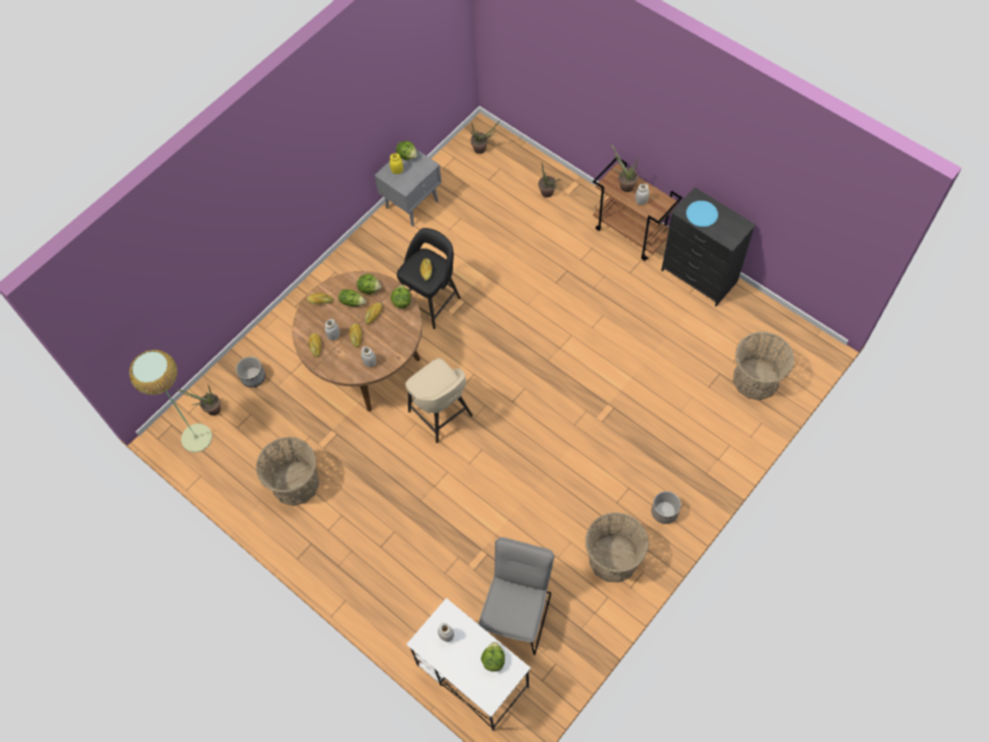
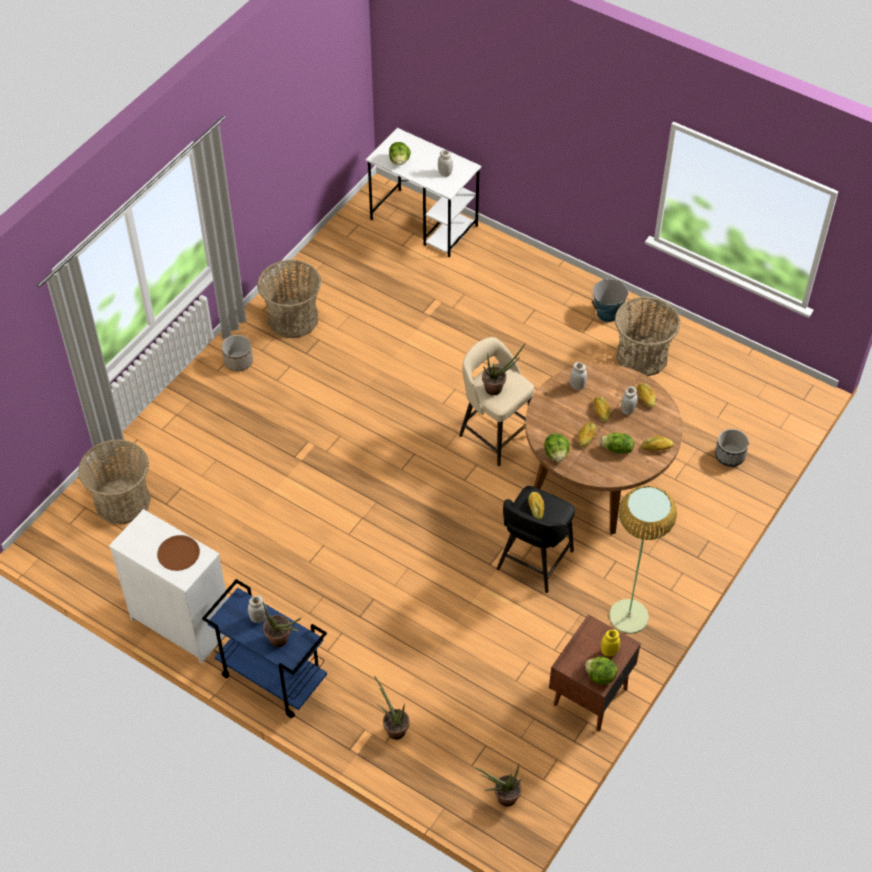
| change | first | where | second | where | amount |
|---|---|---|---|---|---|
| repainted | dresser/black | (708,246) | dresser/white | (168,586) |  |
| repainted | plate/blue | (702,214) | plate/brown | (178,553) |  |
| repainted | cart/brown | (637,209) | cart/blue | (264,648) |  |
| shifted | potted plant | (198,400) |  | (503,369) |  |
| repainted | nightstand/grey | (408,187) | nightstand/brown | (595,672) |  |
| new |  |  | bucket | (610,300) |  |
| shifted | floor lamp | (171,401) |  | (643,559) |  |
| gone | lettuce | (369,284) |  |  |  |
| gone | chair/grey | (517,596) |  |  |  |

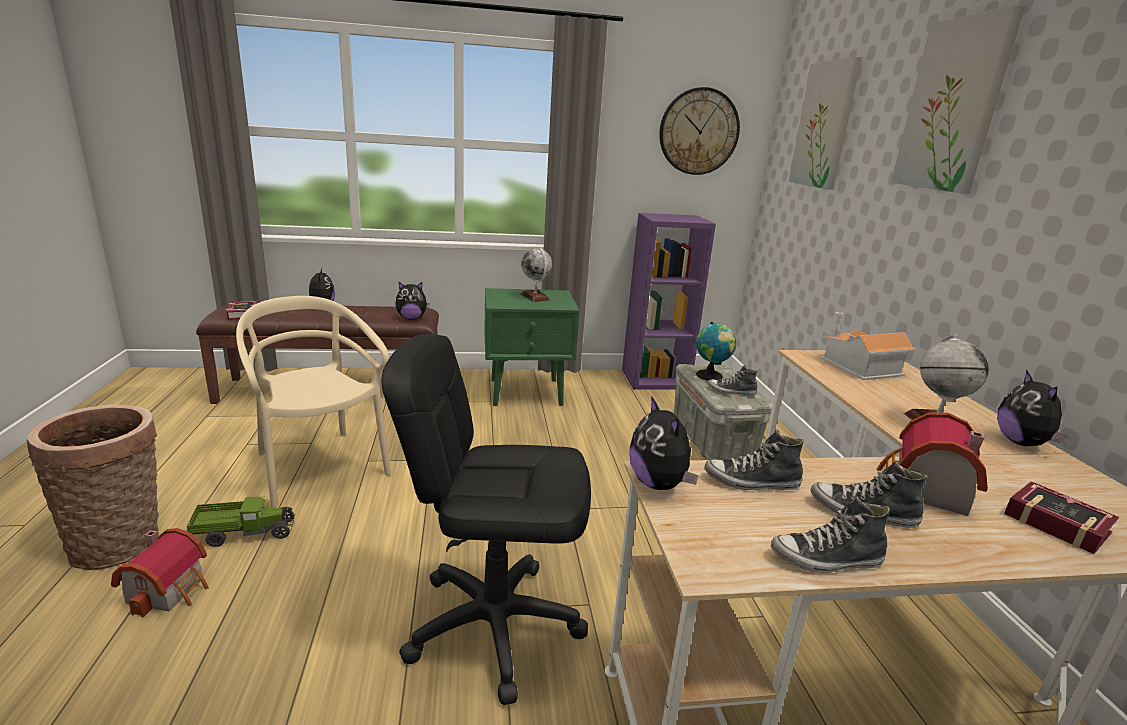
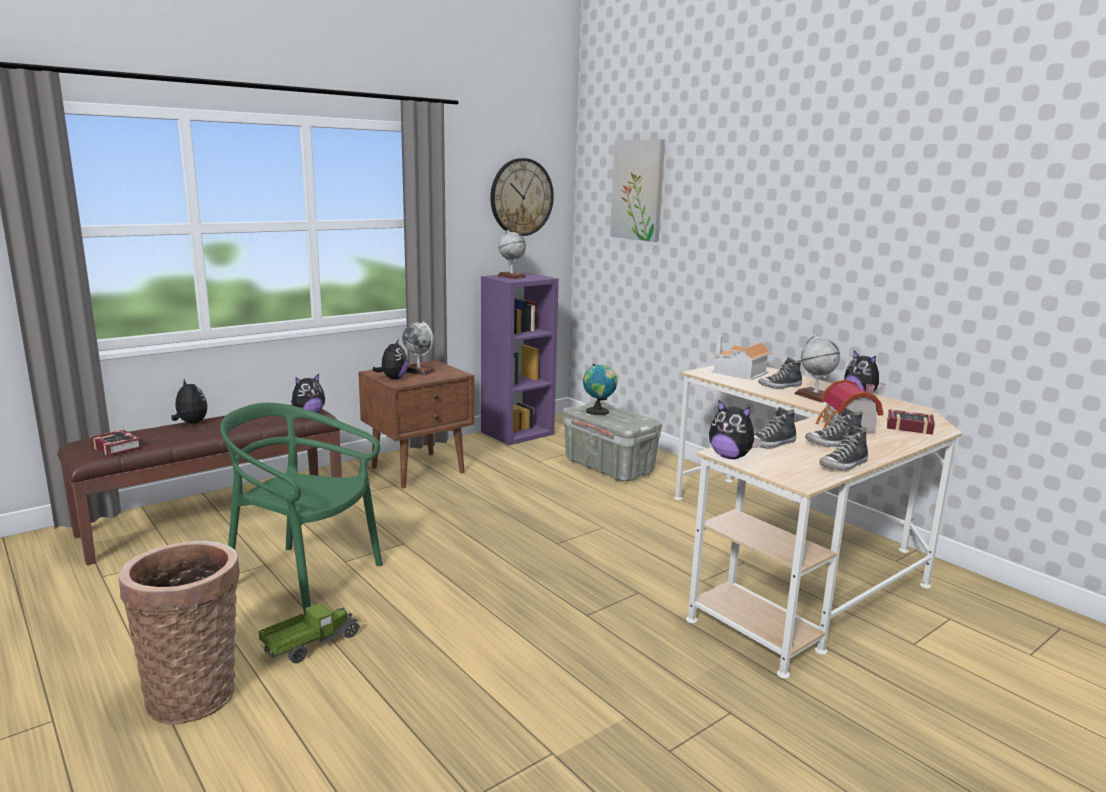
| change | first | where | second | where | amount |
|---|---|---|---|---|---|
| repainted | chair/beige | (313,402) | chair/green | (301,509) |  |
| repainted | nightstand/green | (531,347) | nightstand/brown | (416,424) |  |
| new |  |  | plush toy | (390,359) |  |
| new |  |  | globe | (512,254) |  |
| shifted | shoe | (732,380) |  | (780,373) |  |
| gone | toy house | (160,572) |  |  |  |
| gone | office chair/black | (486,519) |  |  |  |
| gone | picture | (958,99) |  |  |  |

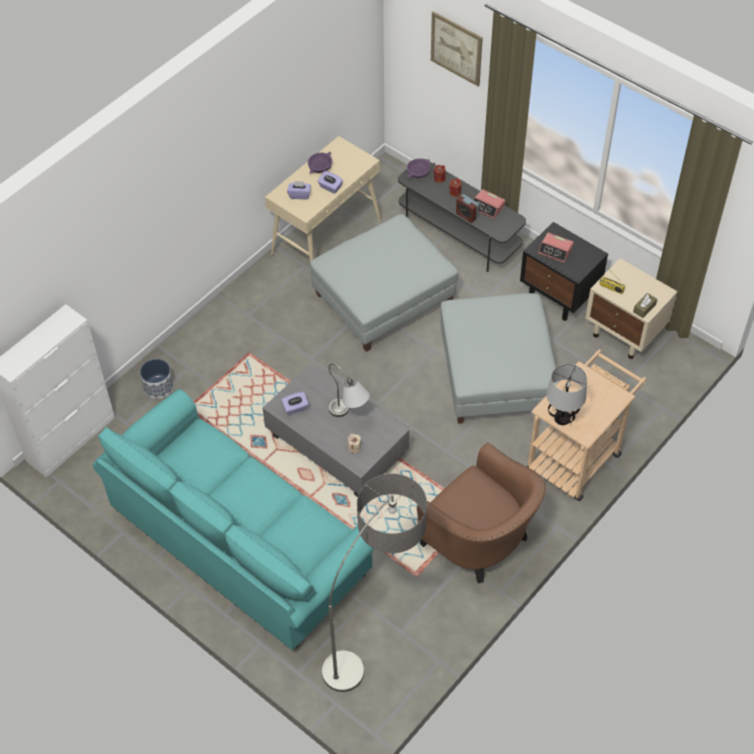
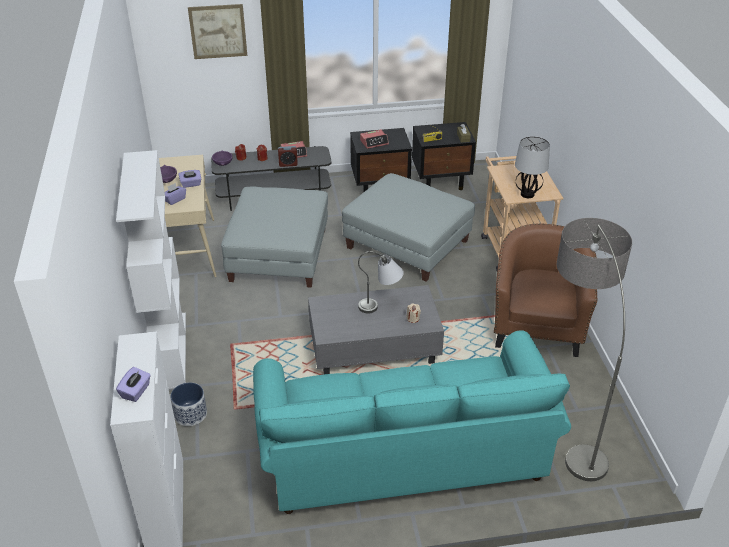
| change | first | where | second | where | amount |
|---|---|---|---|---|---|
| new |  |  | bookcase/white | (151,269) |  |
| shifted | tissue box/purple | (295,403) |  | (133,384) |  |
| repainted | nightstand/beige | (631,308) | nightstand/black | (444,156) |  |
| rotated | armchair/brown | (481,513) |  | (545,290) | 75 degrees counterclockwise |

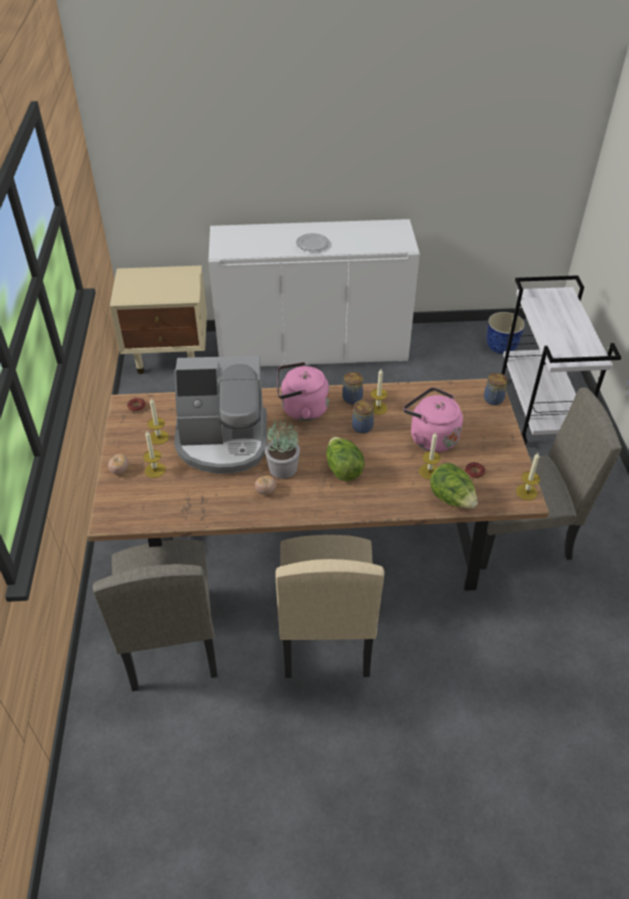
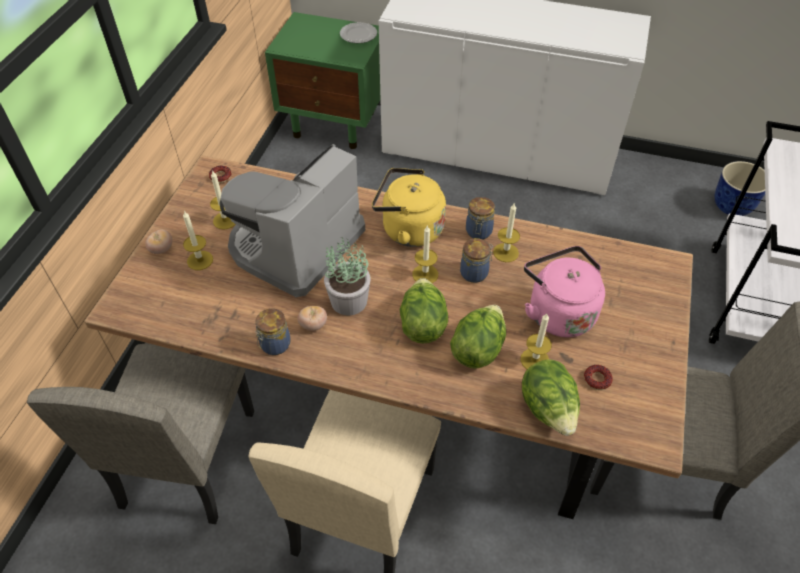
| change | first | where | second | where | amount |
|---|---|---|---|---|---|
| rotated | coffee machine | (220,415) |  | (292,220) | 105 degrees clockwise |
| shifted | jar | (496,389) |  | (272,331) |  |
| repainted | nightstand/beige | (158,319) | nightstand/green | (322,80) |  |
| shifted | plate | (312,242) |  | (358,32) |  |
| repainted | kettle/pink | (303,391) | kettle/yellow | (409,207) |  |
| shifted | candle | (528,476) |  | (425,254) |  |
| new |  |  | lettuce | (478,336) |  |

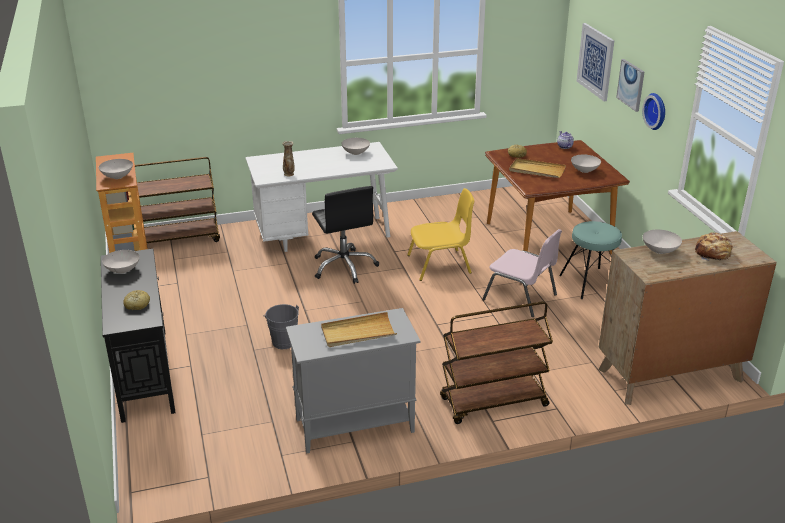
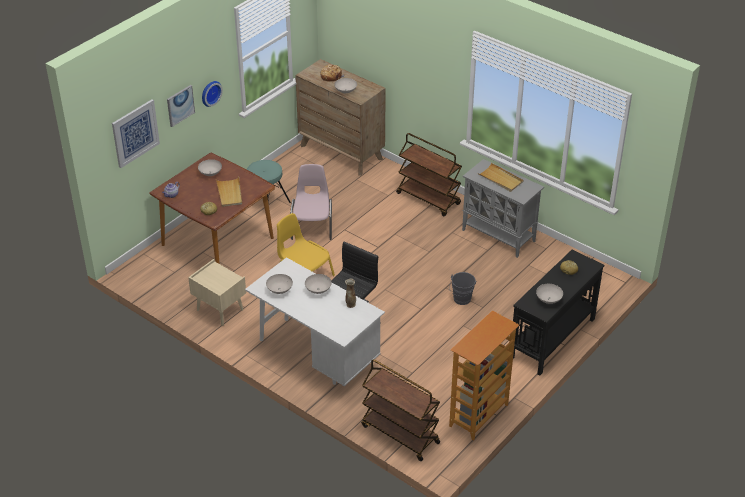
| change | first | where | second | where | amount |
|---|---|---|---|---|---|
| new |  |  | nightstand/beige | (217,292) |  |
| shifted | bowl/white | (116,169) |  | (318,284) |  |

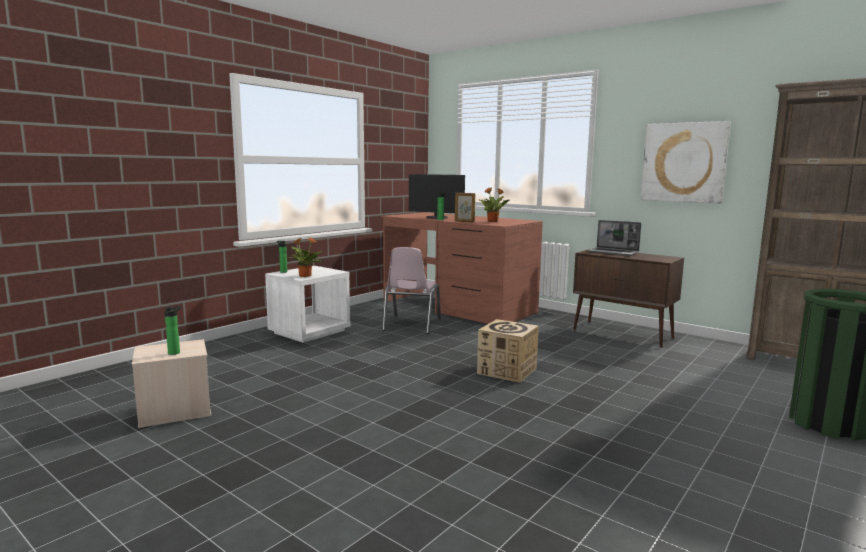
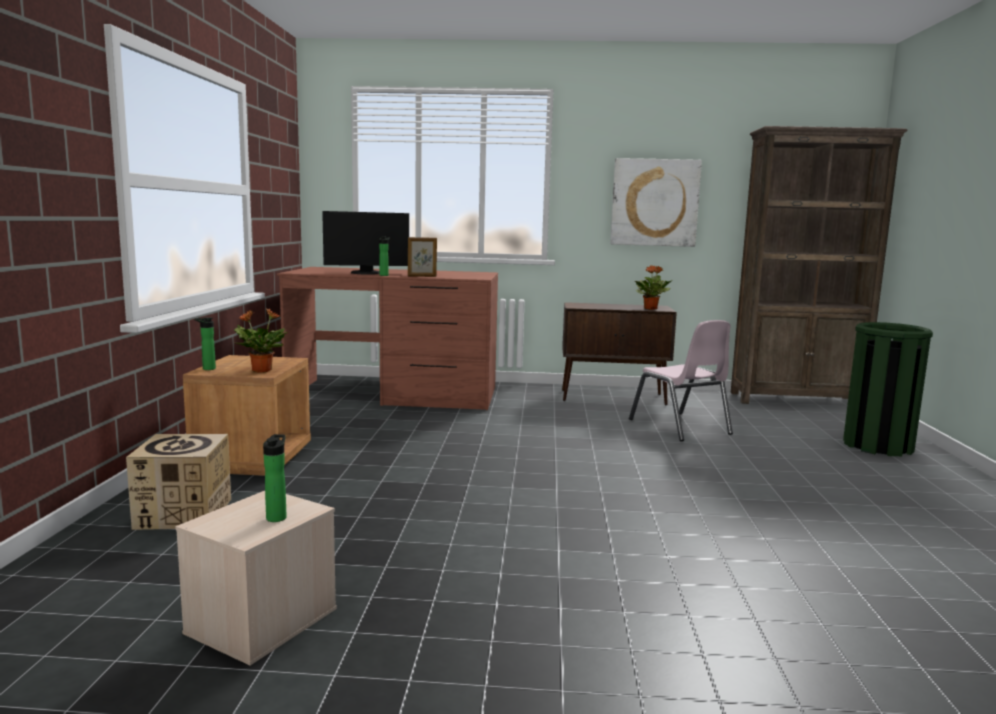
| change | first | where | second | where | amount |
|---|---|---|---|---|---|
| shifted | cardboard box | (508,351) |  | (178,482) |  |
| repainted | nightstand/white | (308,304) | nightstand/brown | (247,415) |  |
| shifted | chair/pink | (411,290) |  | (681,380) |  |
| shifted | potted plant | (493,204) |  | (653,287) |  |
| gone | laptop | (614,238) |  |  |  |

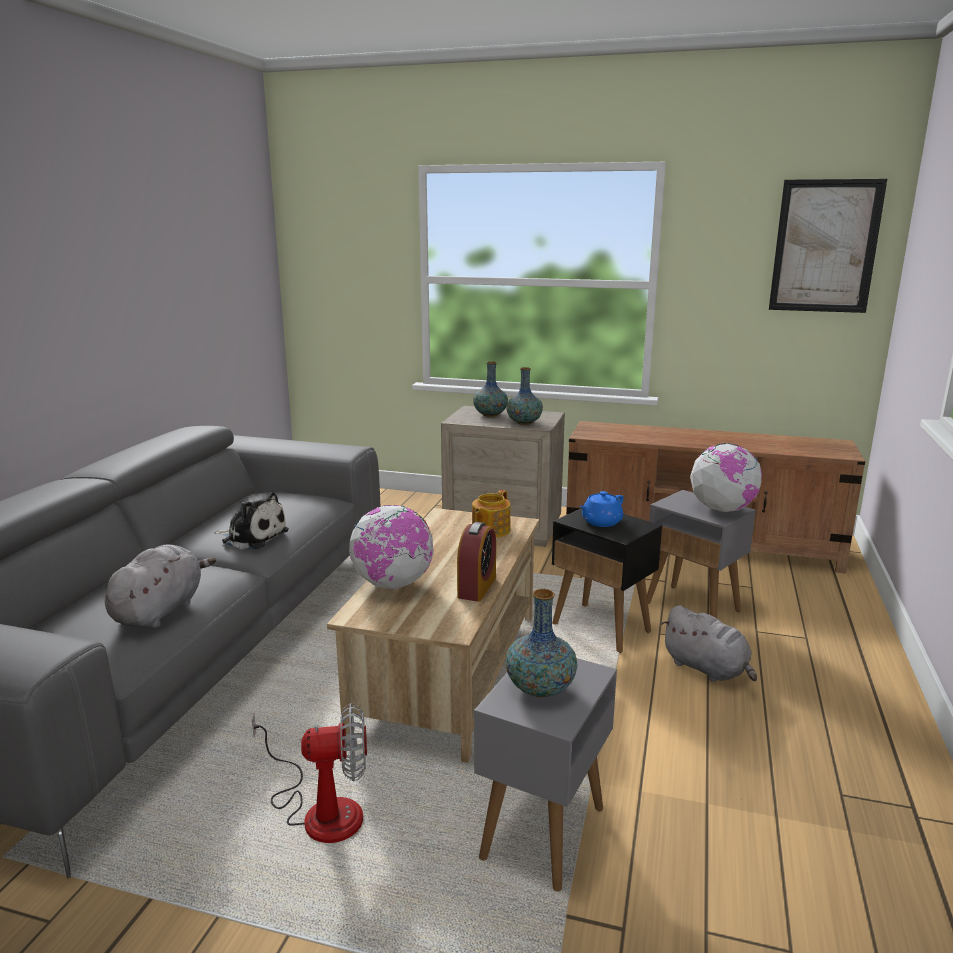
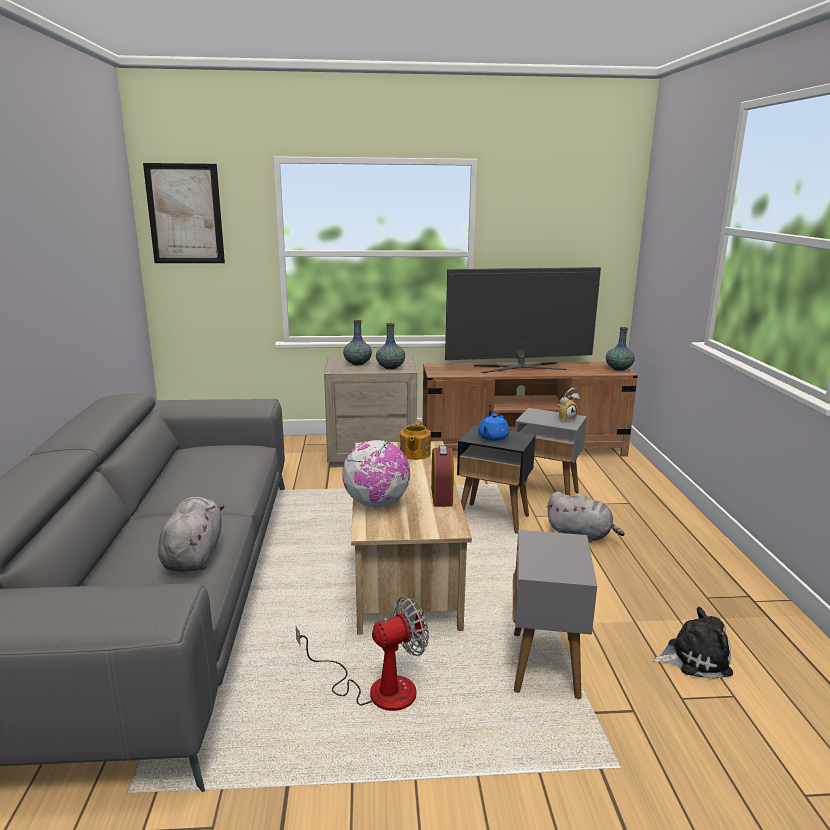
| change | first | where | second | where | amount |
|---|---|---|---|---|---|
| shifted | picture | (828,246) |  | (184,213) |  |
| new |  |  | television | (523,320) |  |
| swapped | globe | (726,477) | alarm clock | (568,405) |  |
| shifted | vase | (542,643) |  | (620,349) |  |
| shifted | plush toy | (251,520) |  | (692,643) |  |

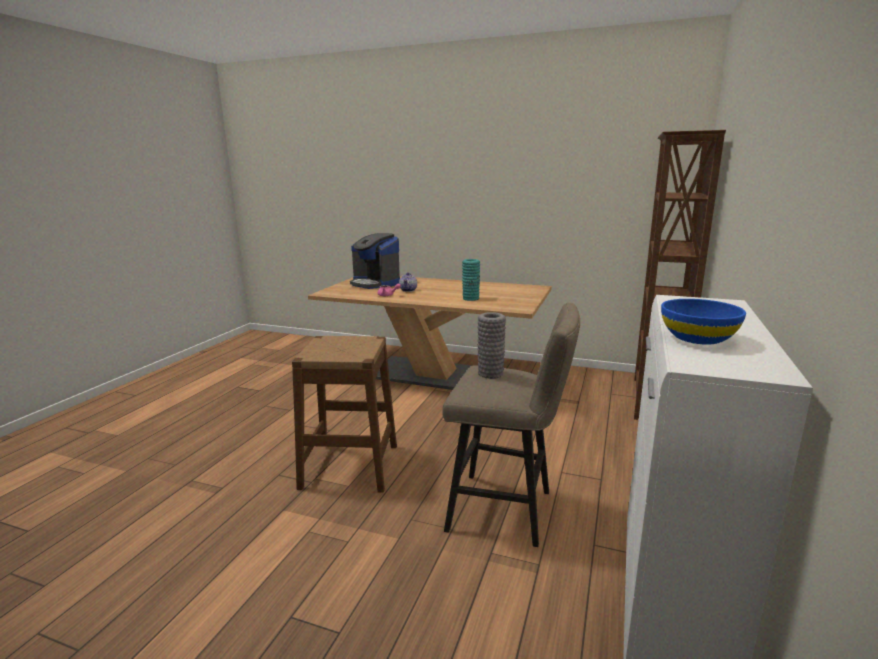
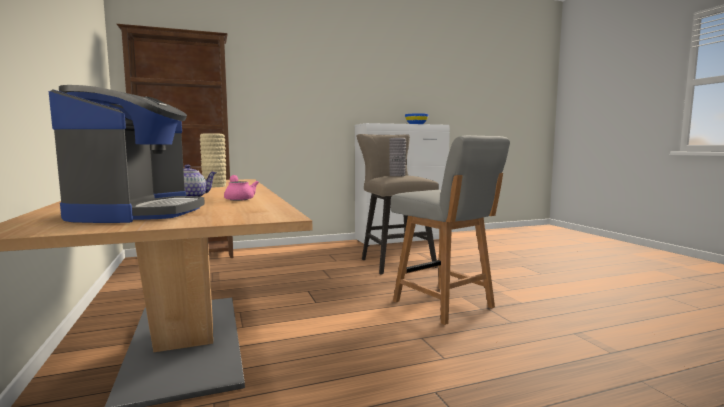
| change | first | where | second | where | amount |
|---|---|---|---|---|---|
| repainted | vase/turquoise | (471,280) | vase/beige | (213,160) |  |
| swapped | stool/brown | (344,414) | chair/grey | (450,230) |  |

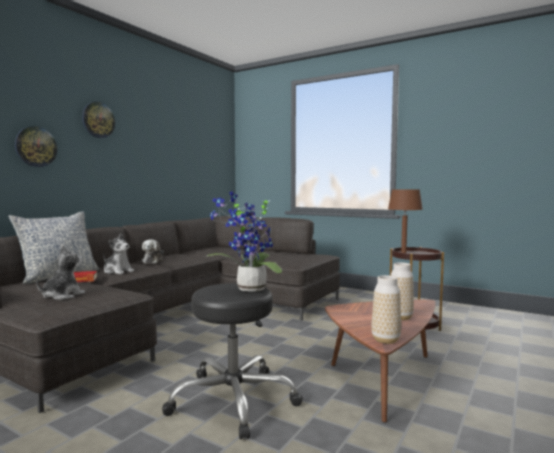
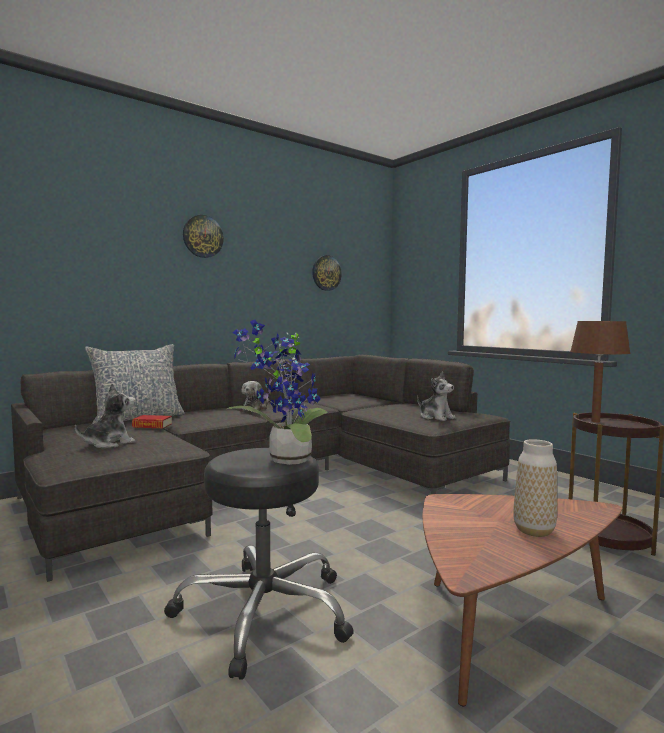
| change | first | where | second | where | amount |
|---|---|---|---|---|---|
| shifted | wall clock | (36,146) |  | (327,273) |  |
| shifted | plush toy | (119,253) |  | (436,396) |  |
| gone | vase | (386,309) |  |  |  |

